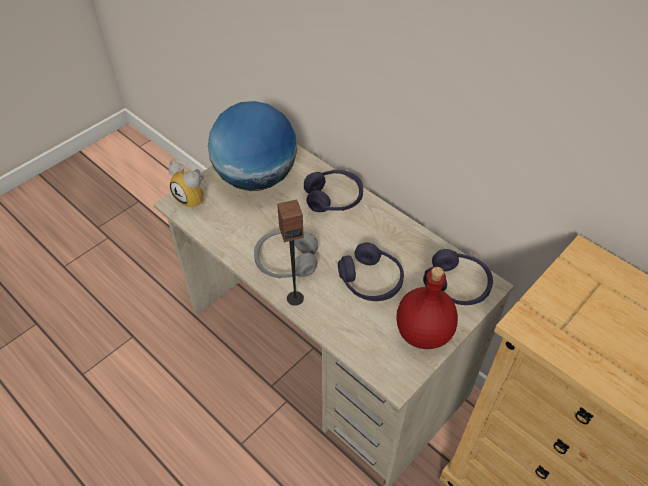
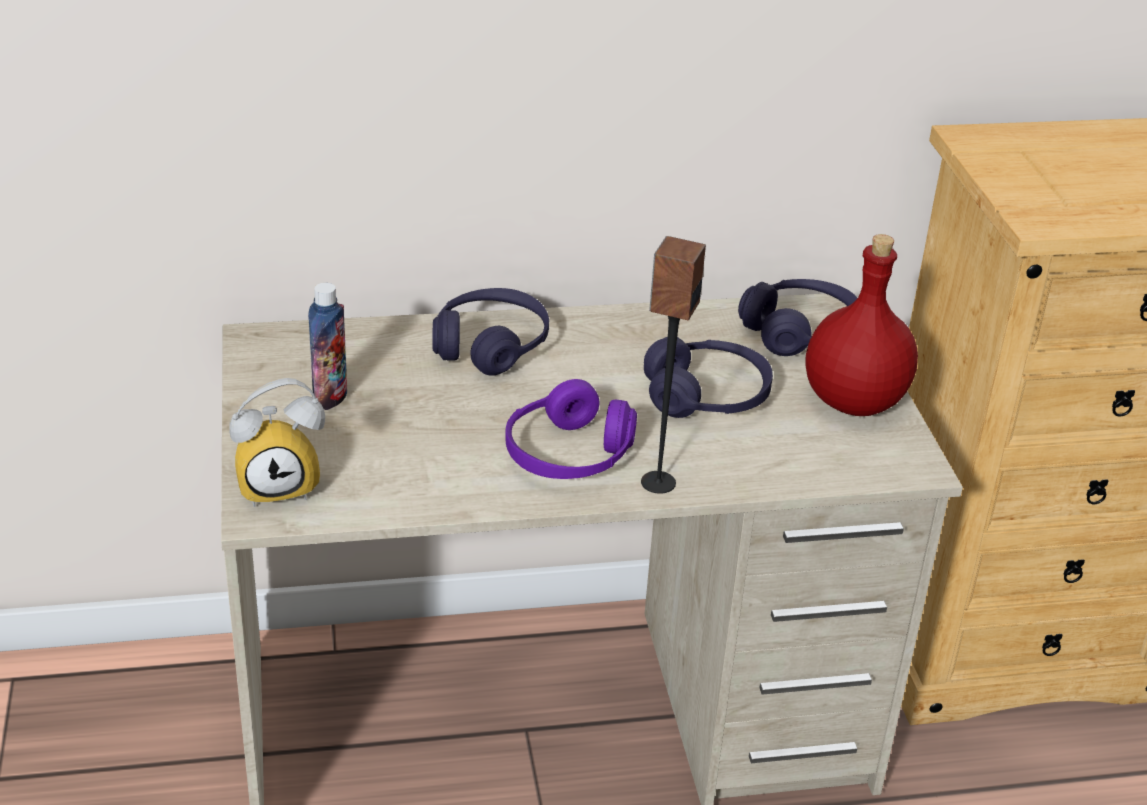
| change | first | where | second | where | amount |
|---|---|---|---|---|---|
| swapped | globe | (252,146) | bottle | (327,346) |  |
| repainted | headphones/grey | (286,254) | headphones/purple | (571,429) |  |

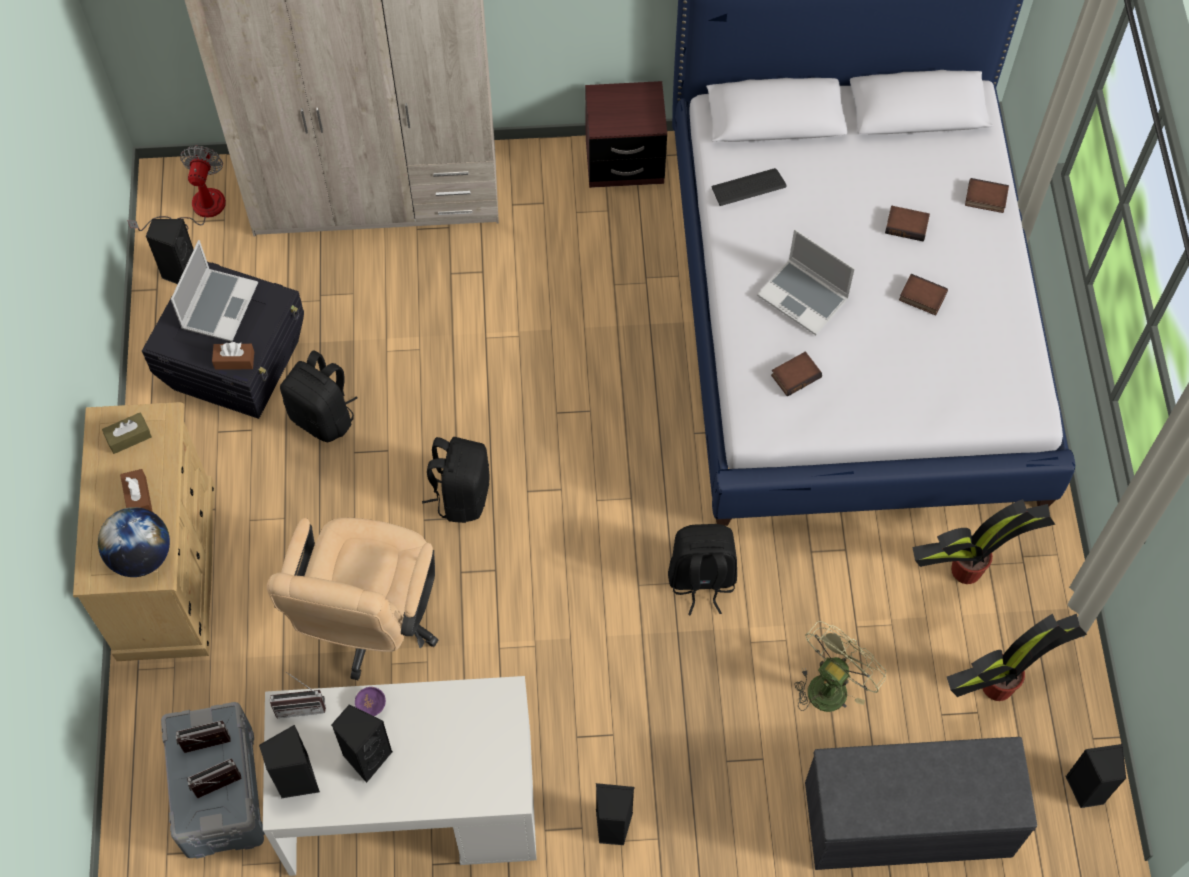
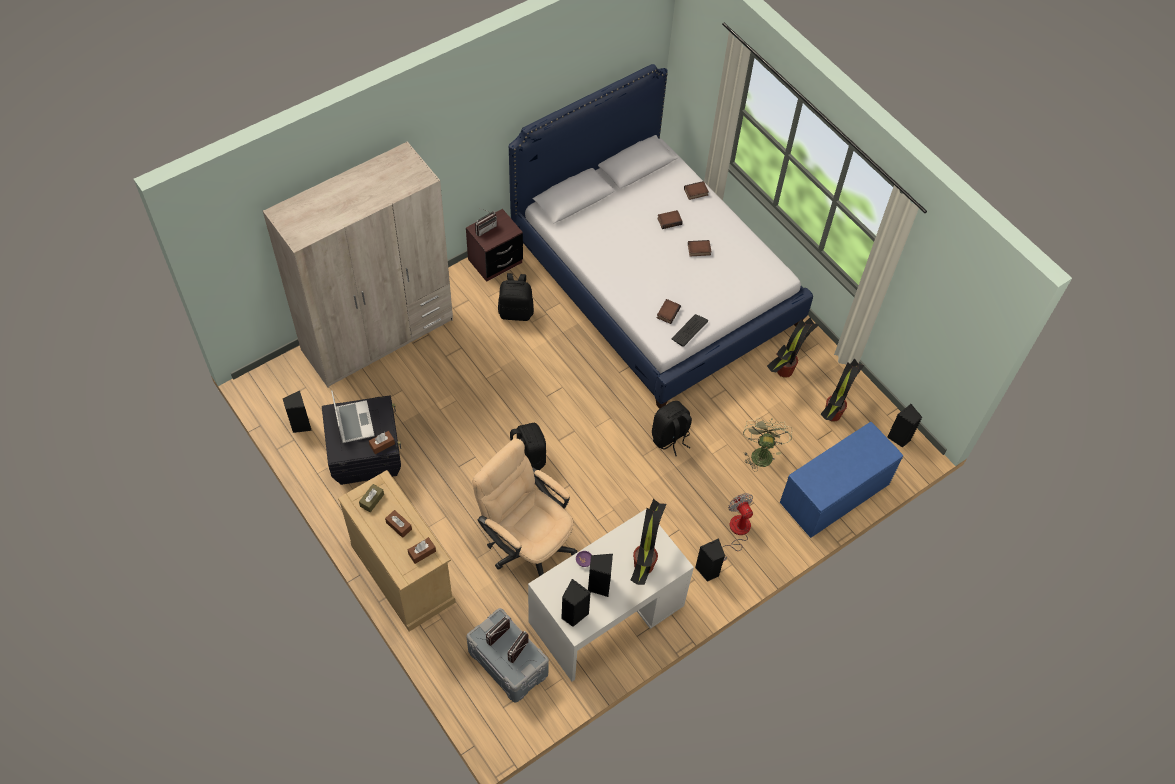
| change | first | where | second | where | amount |
|---|---|---|---|---|---|
| swapped | globe | (134,542) | tissue box/brown | (422,550) |  |
| rotated | office chair/beige | (352,599) |  | (524,507) | 150 degrees clockwise |
| shifted | radio | (298,695) |  | (486,222) |  |
| shifted | backpack/black | (319,396) |  | (516,297) |  |
| new |  |  | potted plant | (648,542) |  |
| shifted | keyboard | (749,187) |  | (689,330) |  |
| shifted | fan | (176,188) |  | (737,527) |  |
| repainted | bench/grey | (921,803) | bench/blue | (841,480) |  |
| gone | laptop | (806,282) |  |  |  |

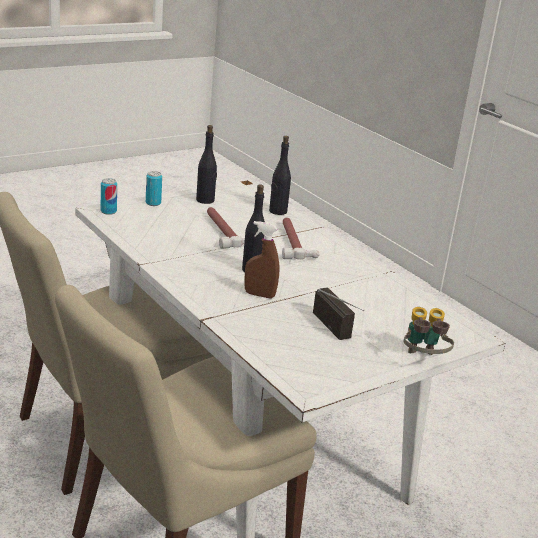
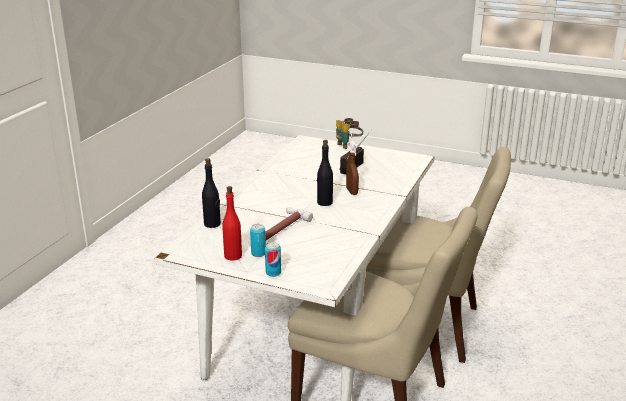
| change | first | where | second | where | amount |
|---|---|---|---|---|---|
| repainted | bottle/black | (206,164) | bottle/red | (232,223) |  |
| shifted | can | (109,196) |  | (258,240) |  |
| gone | hammer | (300,238) |  |  |  |

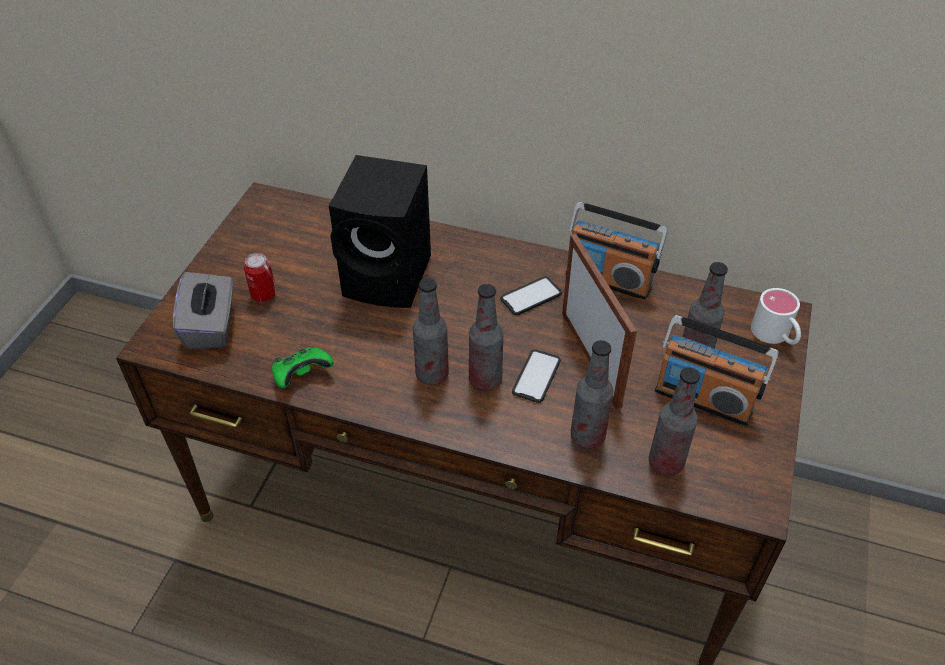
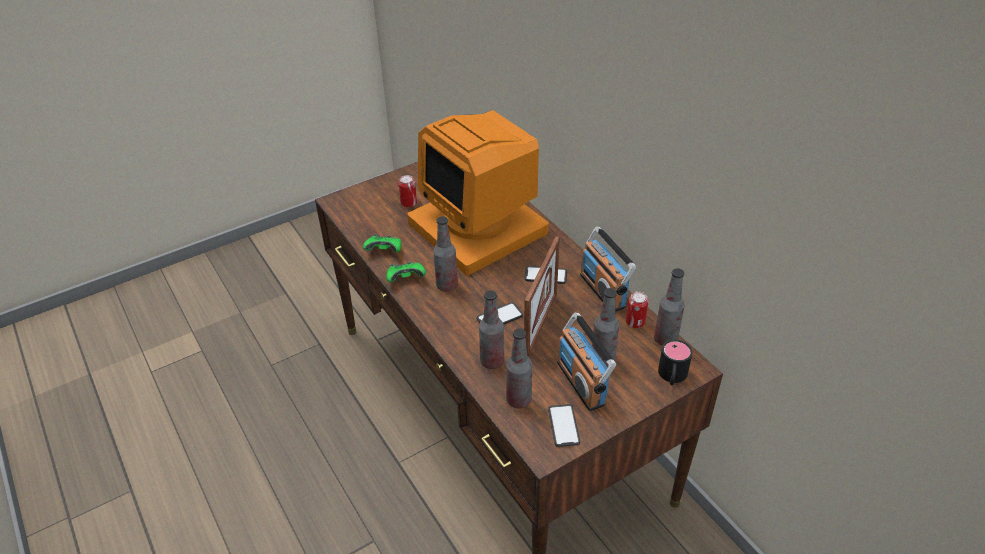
| change | first | where | second | where | amount |
|---|---|---|---|---|---|
| new |  |  | game controller/green | (406,272) |  |
| swapped | speaker/black | (380,231) | monitor | (478,192) |  |
| new |  |  | phone | (564,425) |  |
| new |  |  | can | (637,309) |  |
| shifted | bottle | (486,337) |  | (669,307) |  |
| repainted | mug/white | (776,316) | mug/black | (675,362) |  |
| gone | tissue box/grey | (203,311) |  |  |  |

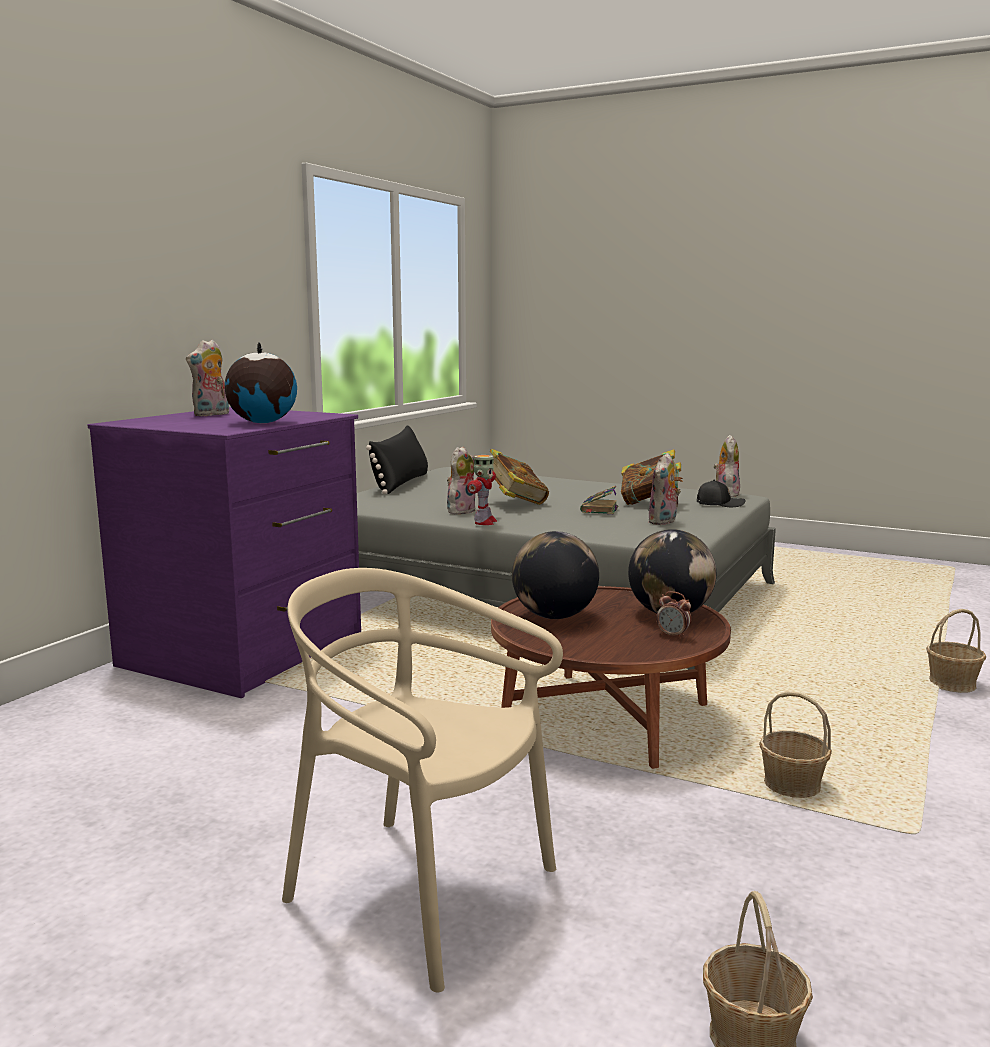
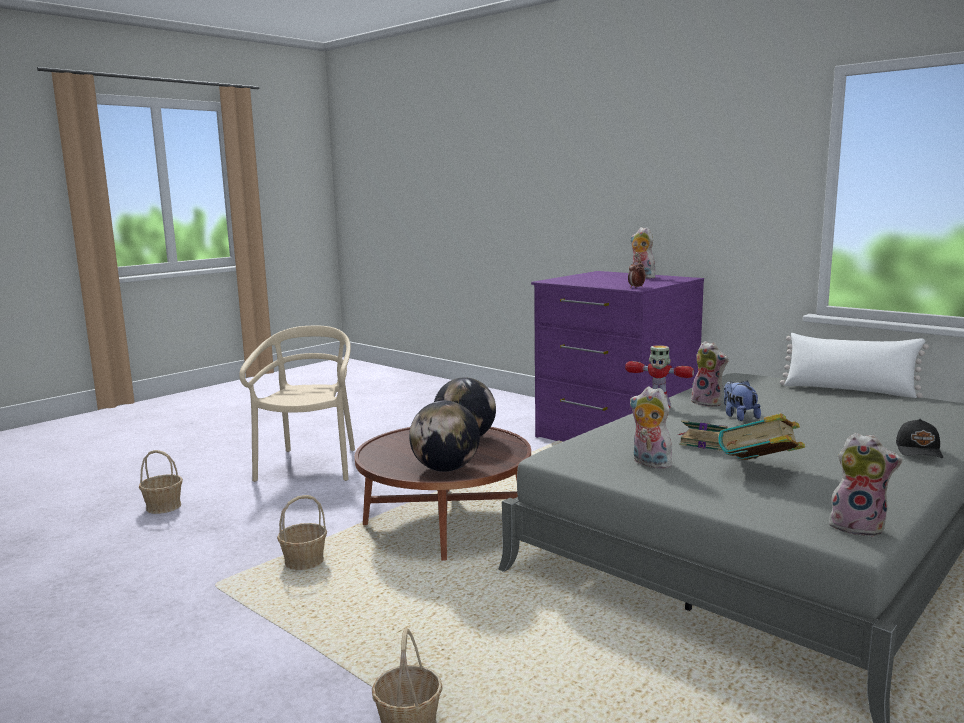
| change | first | where | second | where | amount |
|---|---|---|---|---|---|
| rotated | chair/beige | (422,780) |  | (297,404) | 45 degrees counterclockwise |
| shifted | alarm clock | (673,615) |  | (637,274) |  |
| swapped | book | (519,477) | plush toy | (742,401) |  |
| repainted | pillow/black | (397,459) | pillow/white | (854,365) |  |
| shifted | cap/black | (721,493) |  | (919,438) |  |
| gone | globe | (261,382) |  |  |  |

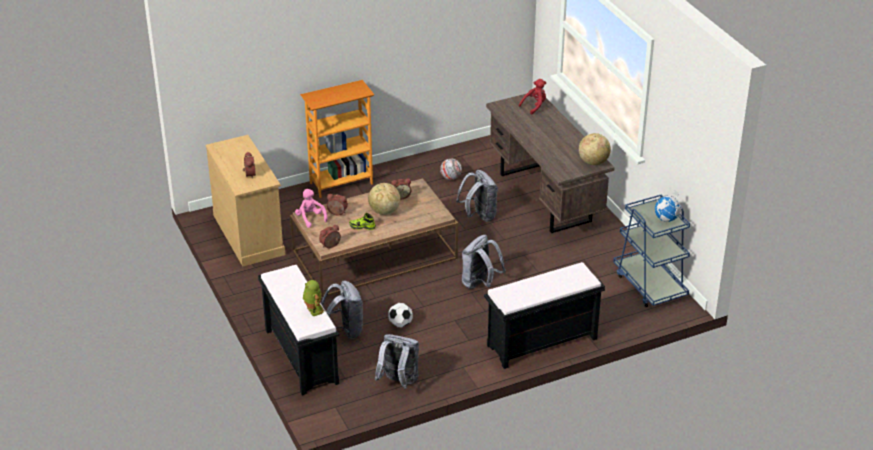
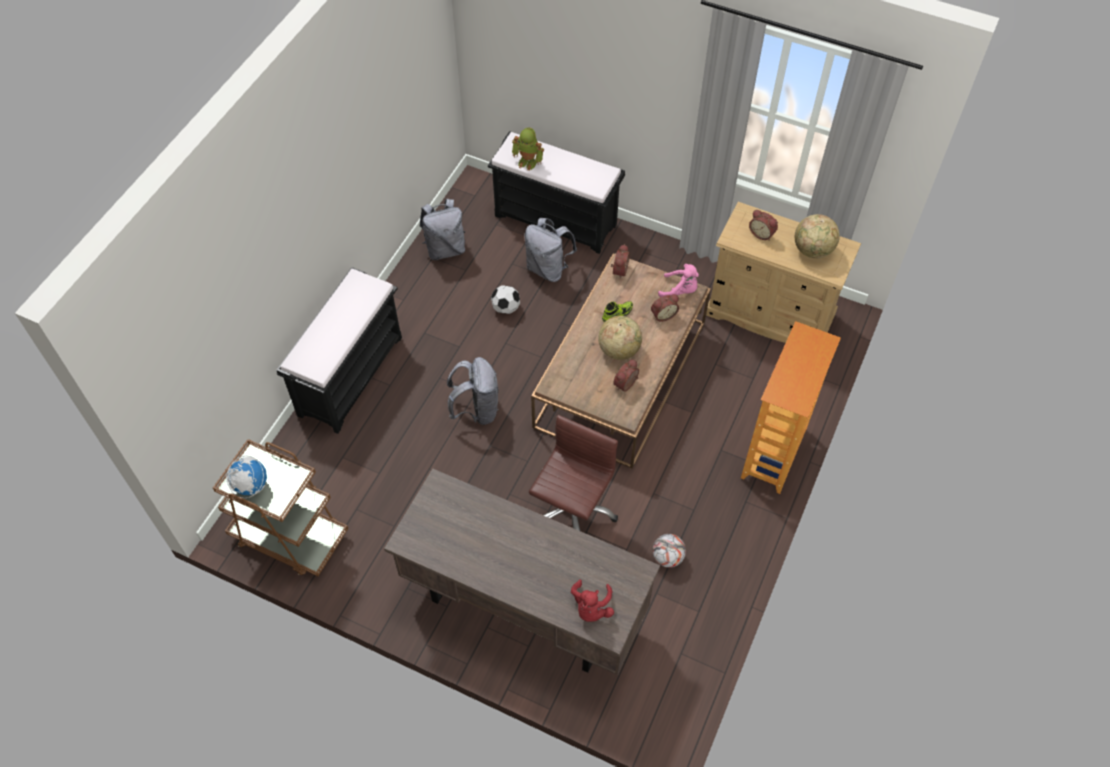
| change | first | where | second | where | amount |
|---|---|---|---|---|---|
| repainted | cart/blue | (651,250) | cart/brown | (280,507) |  |
| swapped | backpack/grey | (477,196) | office chair/brown | (573,473) |  |
| shifted | globe | (595,149) |  | (817,236) |  |

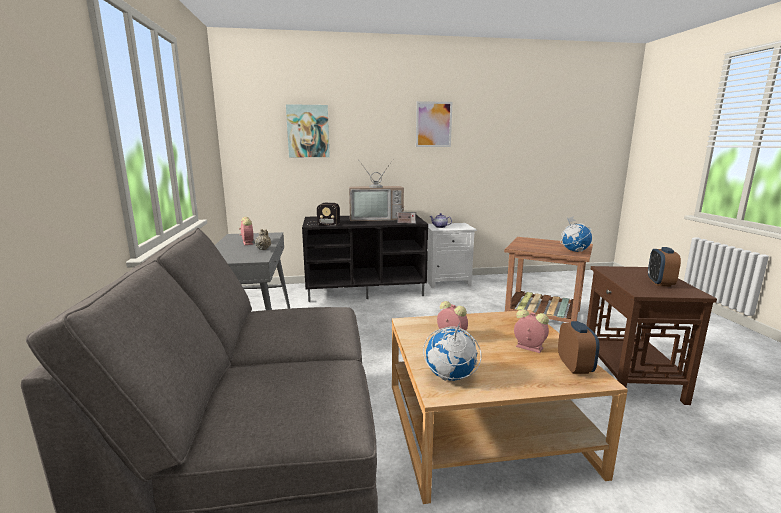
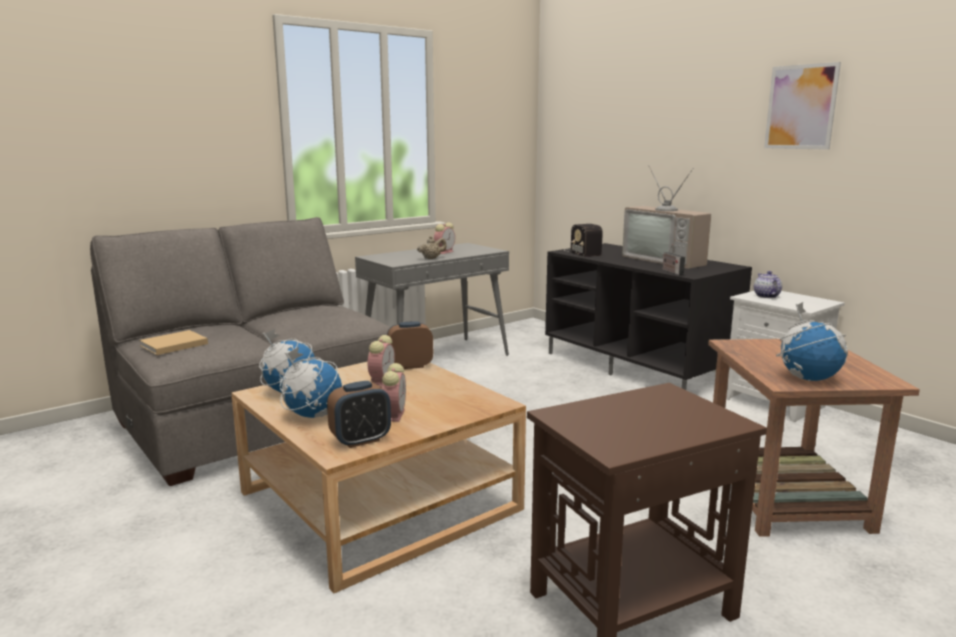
| change | first | where | second | where | amount |
|---|---|---|---|---|---|
| new |  |  | book/beige | (173,342) |  |
| new |  |  | globe | (311,382) |  |
| shifted | alarm clock | (664,267) |  | (410,345) |  |
| gone | picture | (308,130) |  |  |  |

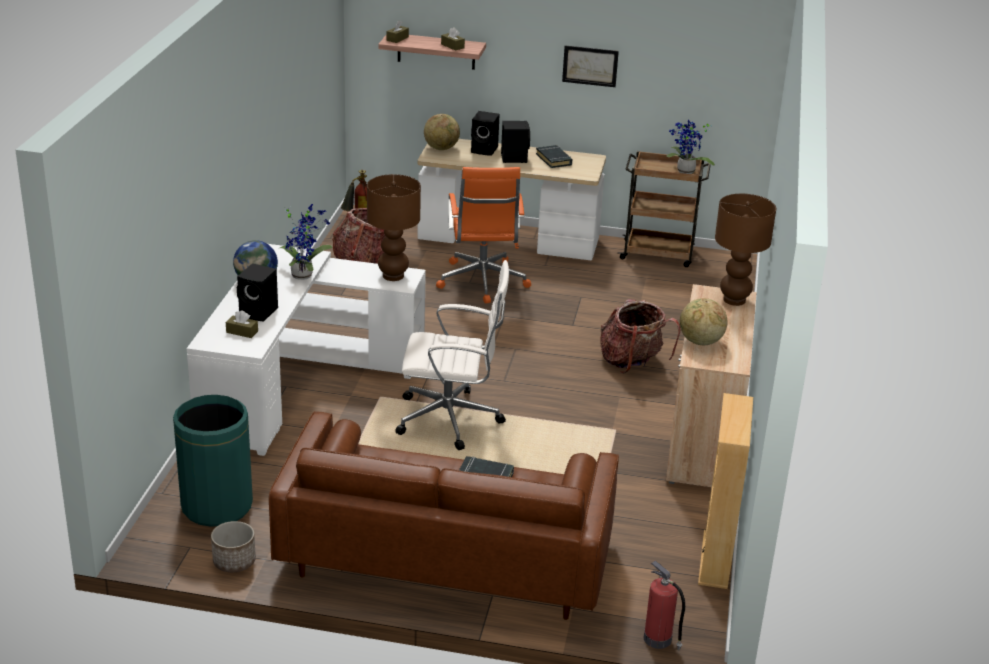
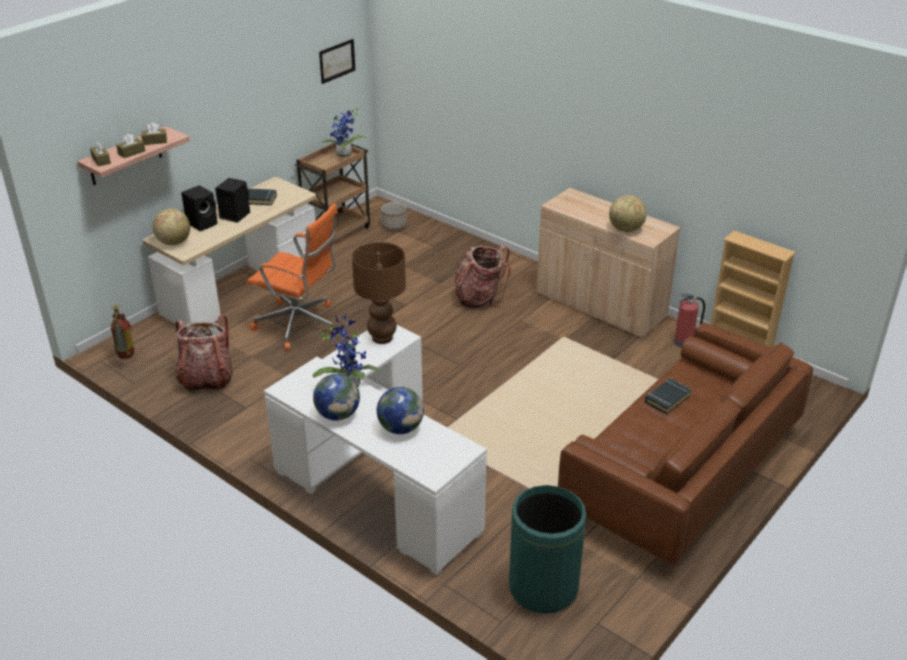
| change | first | where | second | where | amount |
|---|---|---|---|---|---|
| shifted | tissue box/brown | (242,324) |  | (130,146) |  |
| shifted | picture | (590,66) |  | (337,61) |  |
| swapped | speaker/black | (257,292) | globe | (400,410) |  |
| shifted | planter | (233,546) |  | (394,216) |  |
| shifted | fire extinguisher | (664,605) |  | (689,321) |  |
| gone | office chair/white | (452,355) |  |  |  |
| gone | table lamp/brown | (745,250) |  |  |  |

